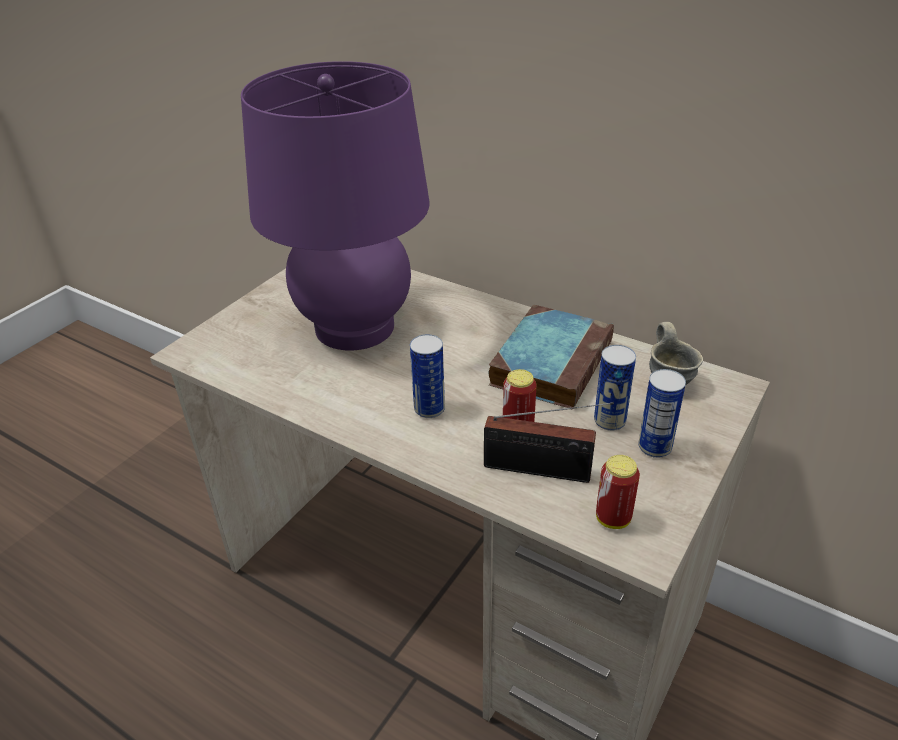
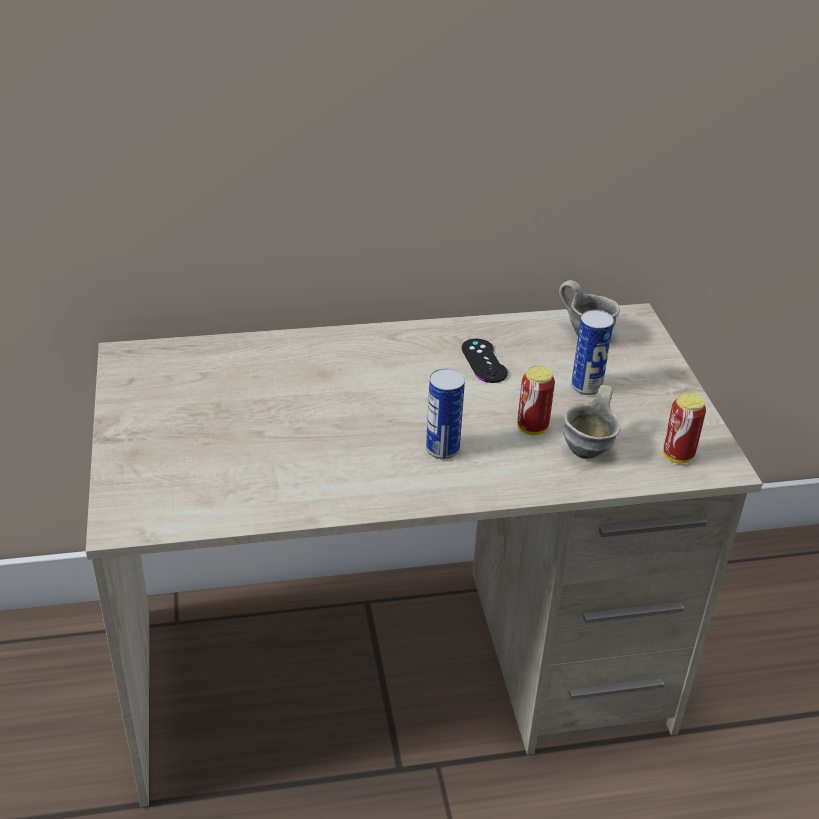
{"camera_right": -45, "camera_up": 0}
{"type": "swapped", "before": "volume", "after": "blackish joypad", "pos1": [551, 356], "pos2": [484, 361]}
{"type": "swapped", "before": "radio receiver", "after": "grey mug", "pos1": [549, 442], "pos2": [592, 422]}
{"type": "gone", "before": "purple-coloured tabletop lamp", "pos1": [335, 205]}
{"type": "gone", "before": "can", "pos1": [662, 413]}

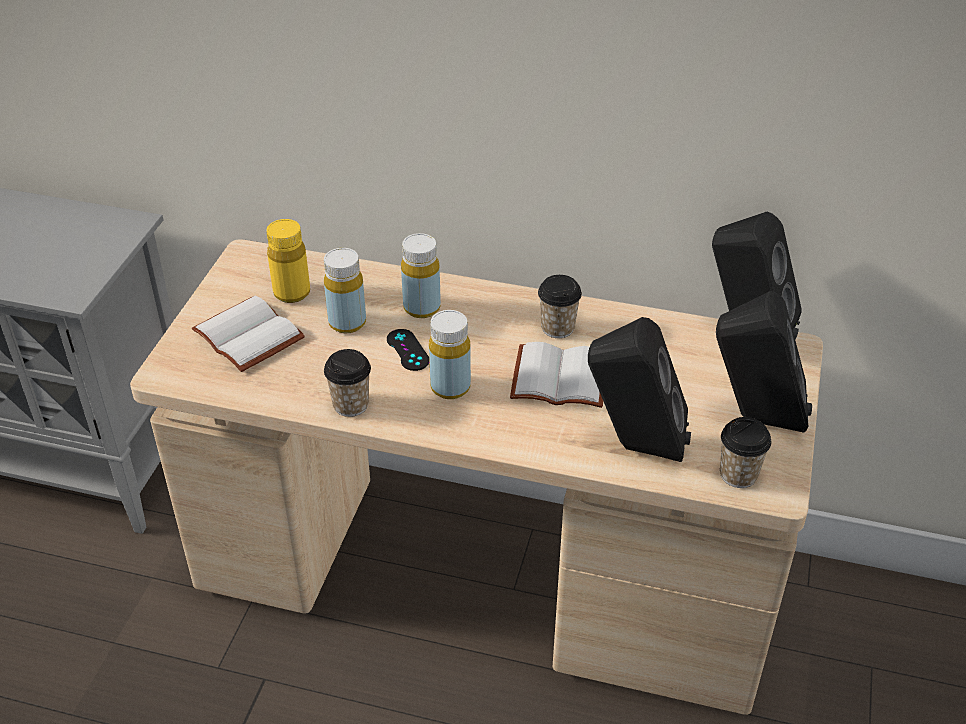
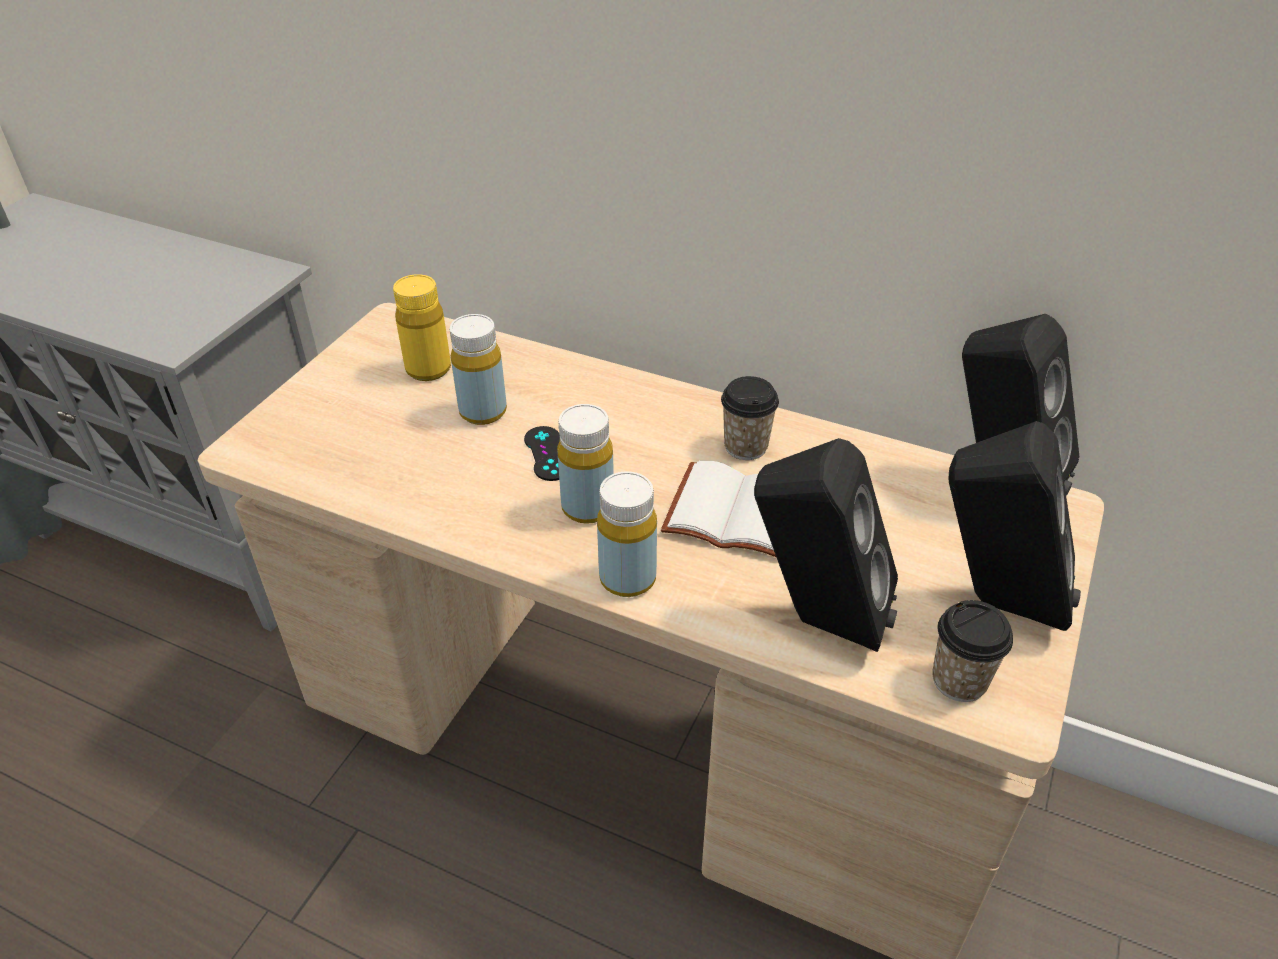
{"camera_right": 10, "camera_up": 0}
{"type": "shifted", "before": "yellow-coloured bottle", "pos1": [421, 275], "pos2": [627, 534]}
{"type": "gone", "before": "white-coloured volume", "pos1": [248, 333]}
{"type": "gone", "before": "small cup", "pos1": [347, 383]}

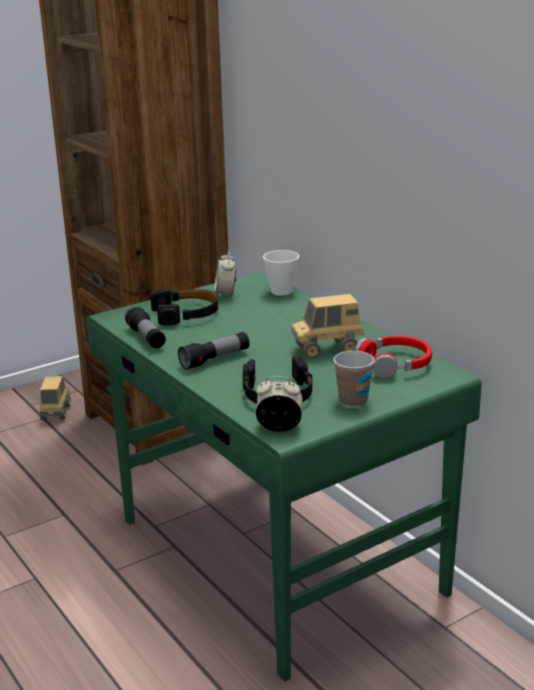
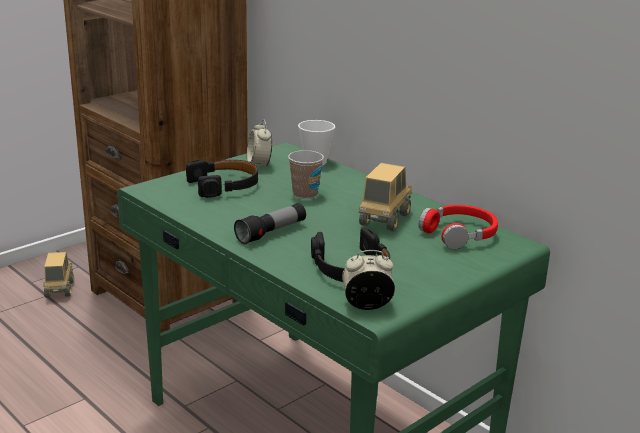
{"camera_right": -10, "camera_up": 0}
{"type": "shifted", "before": "small cup", "pos1": [353, 379], "pos2": [306, 174]}
{"type": "rotated", "before": "toy truck", "pos1": [327, 326], "pos2": [385, 197], "turn": 135}
{"type": "gone", "before": "flashlight", "pos1": [145, 327]}

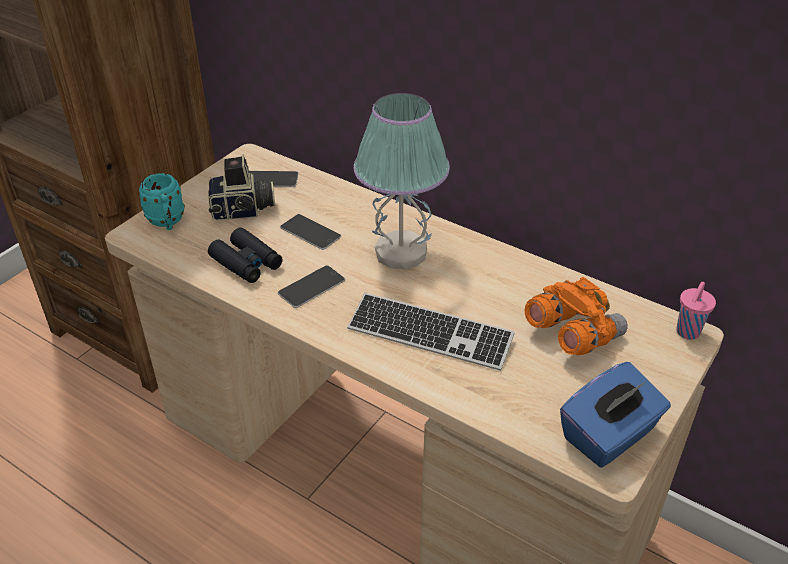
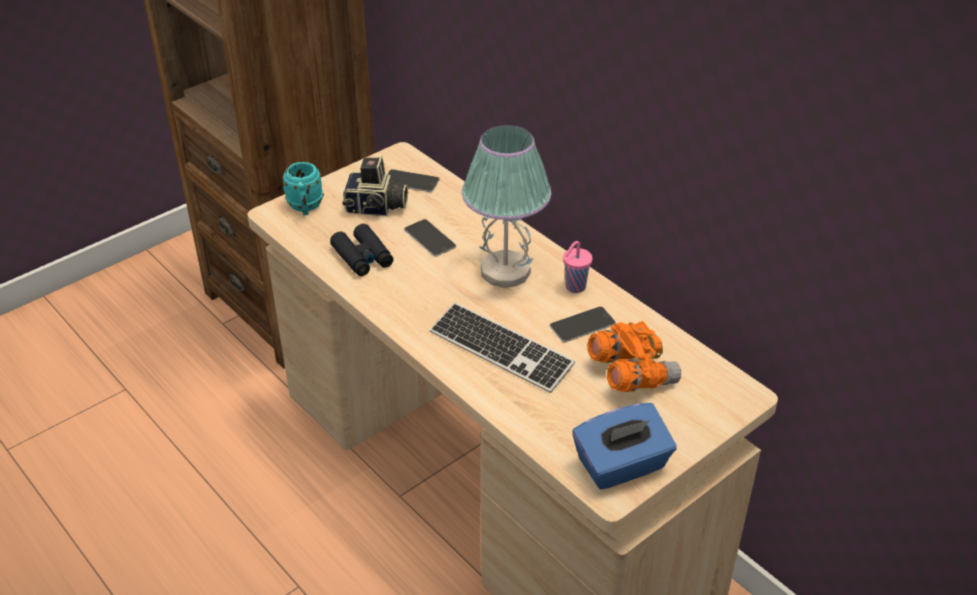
{"camera_right": 15, "camera_up": 0}
{"type": "shifted", "before": "handset", "pos1": [311, 286], "pos2": [583, 324]}
{"type": "shifted", "before": "pink-coloured small cup", "pos1": [696, 311], "pos2": [578, 267]}

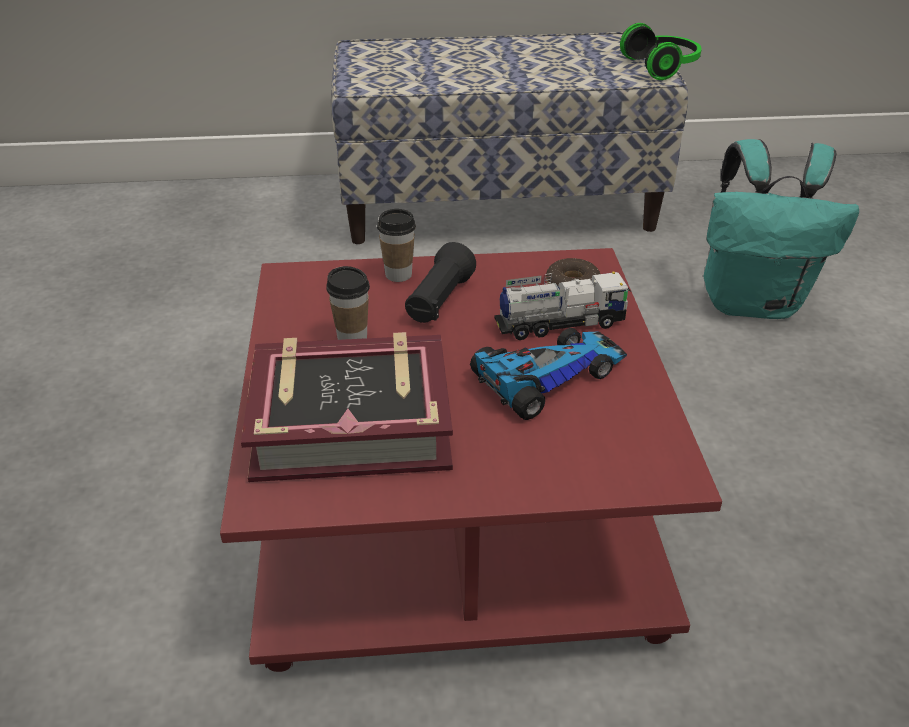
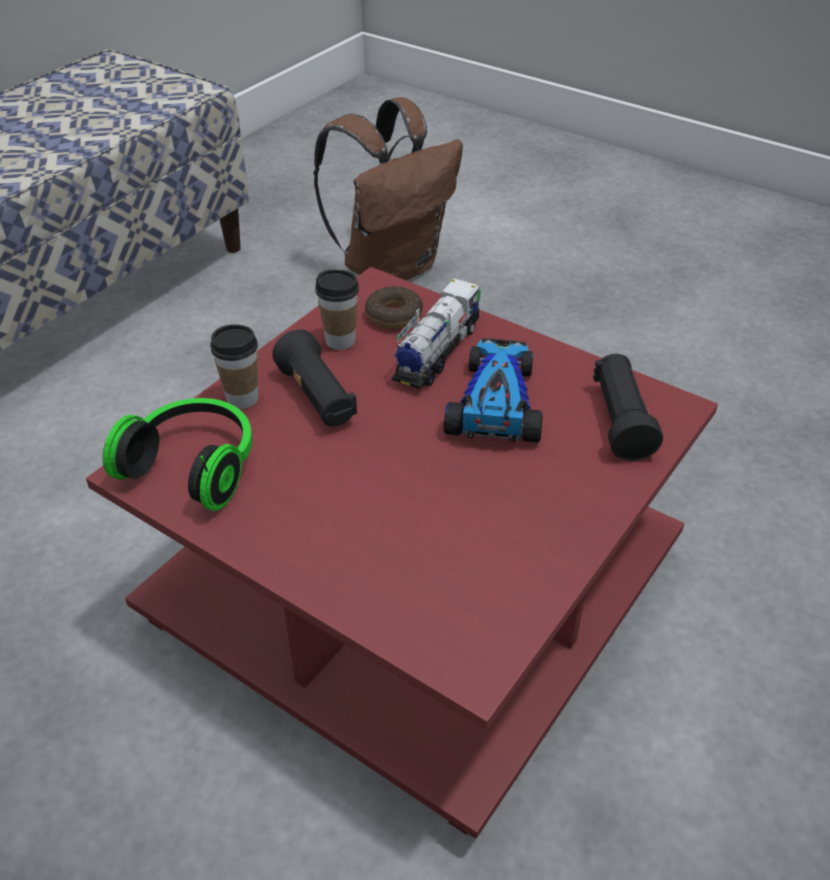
{"camera_right": -50, "camera_up": 5}
{"type": "shifted", "before": "headset", "pos1": [661, 51], "pos2": [177, 454]}
{"type": "repainted", "before": "turquoise-coloured rucksack", "after": "brown-coloured rucksack", "pos1": [781, 229], "pos2": [388, 189]}
{"type": "shifted", "before": "small cup", "pos1": [348, 303], "pos2": [337, 309]}
{"type": "new", "after": "blackish flashlight", "pos2": [628, 407]}
{"type": "gone", "before": "volume", "pos1": [347, 407]}

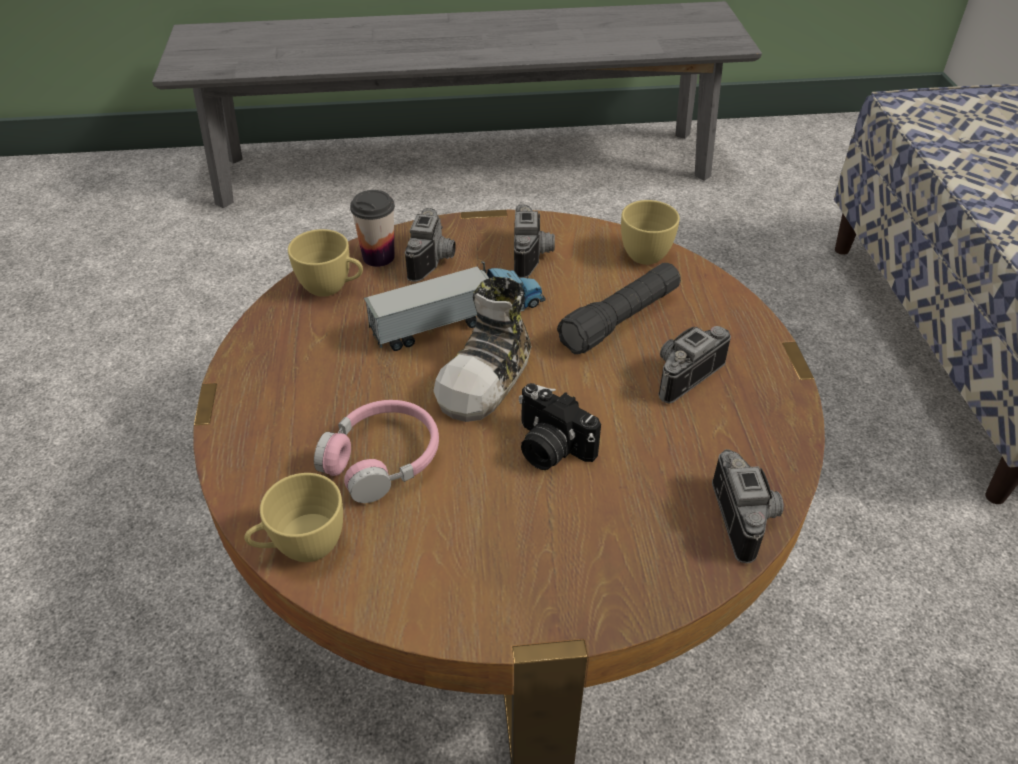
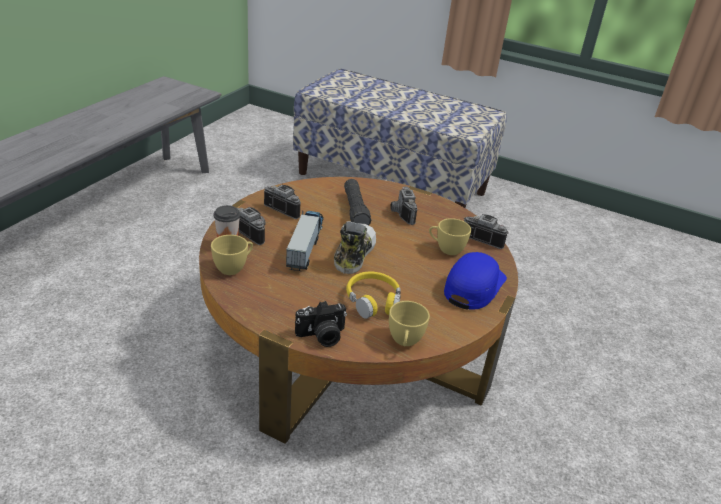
{"camera_right": -60, "camera_up": -10}
{"type": "shifted", "before": "still camera", "pos1": [560, 426], "pos2": [321, 324]}
{"type": "rotated", "before": "item of footwear", "pos1": [482, 349], "pos2": [355, 247], "turn": -135}
{"type": "repainted", "before": "pink-coloured headset", "after": "yellow-coloured headset", "pos1": [376, 451], "pos2": [373, 295]}
{"type": "shifted", "before": "yellow-coloured small cup", "pos1": [650, 232], "pos2": [450, 236]}
{"type": "new", "after": "bluish cap", "pos2": [475, 281]}

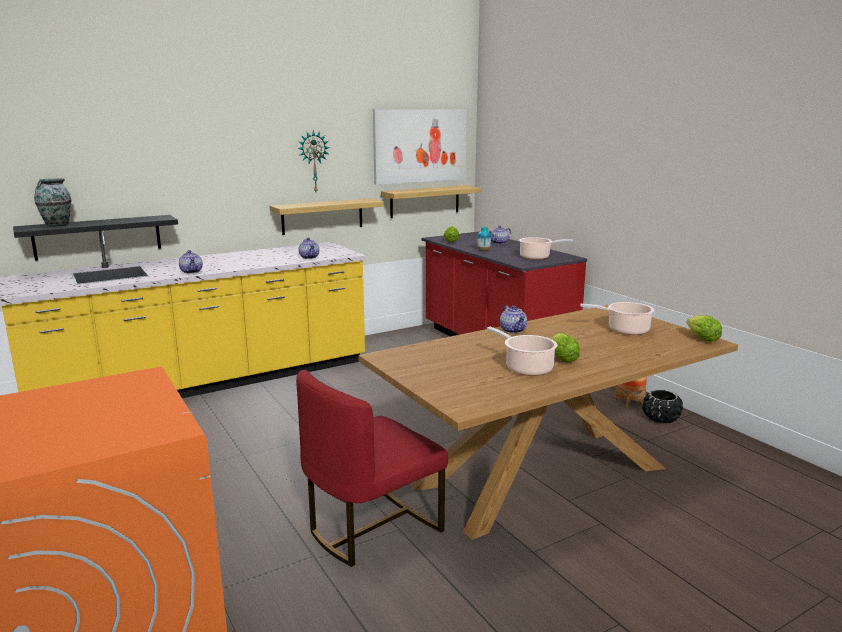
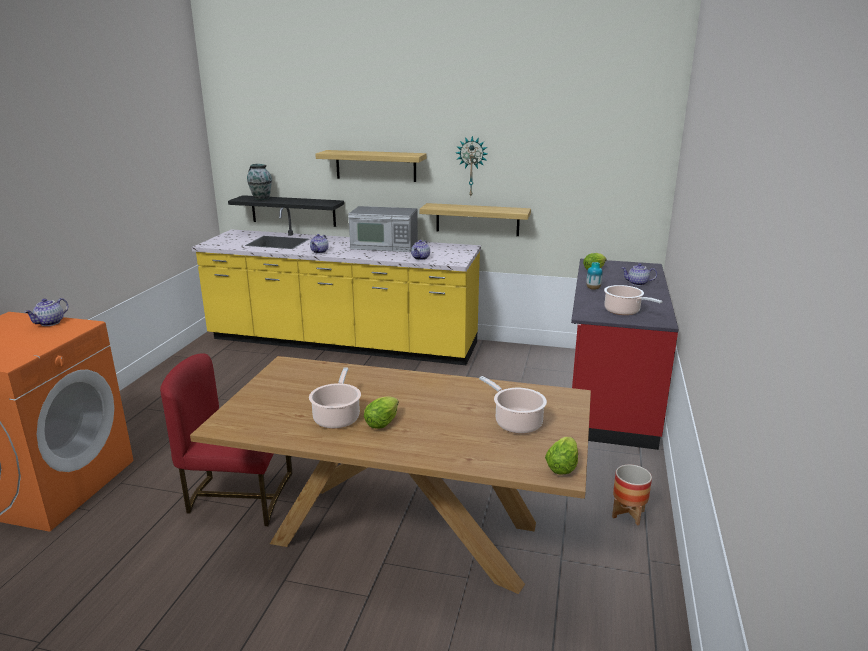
{"camera_right": 45, "camera_up": 5}
{"type": "shifted", "before": "tea pot", "pos1": [513, 319], "pos2": [46, 312]}
{"type": "shifted", "before": "wall shelf", "pos1": [431, 201], "pos2": [370, 166]}
{"type": "new", "after": "microwave oven", "pos2": [383, 229]}
{"type": "gone", "before": "wall art", "pos1": [420, 147]}
{"type": "gone", "before": "blackish plant pot", "pos1": [663, 406]}

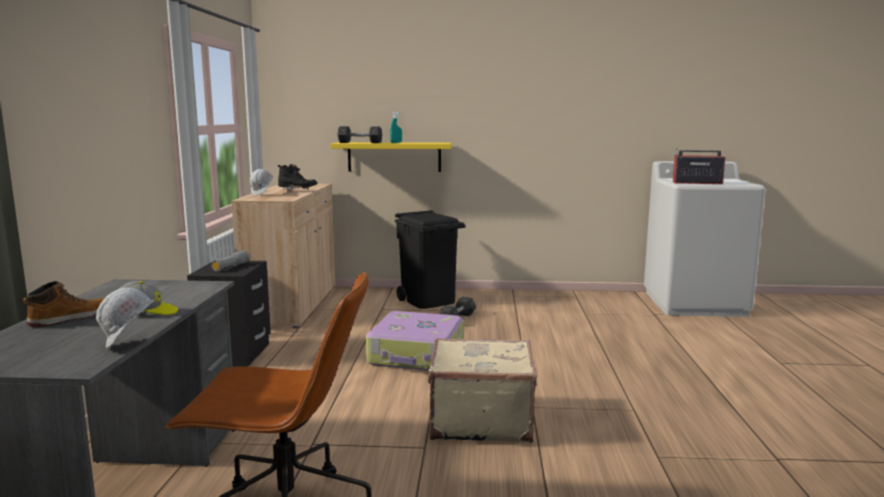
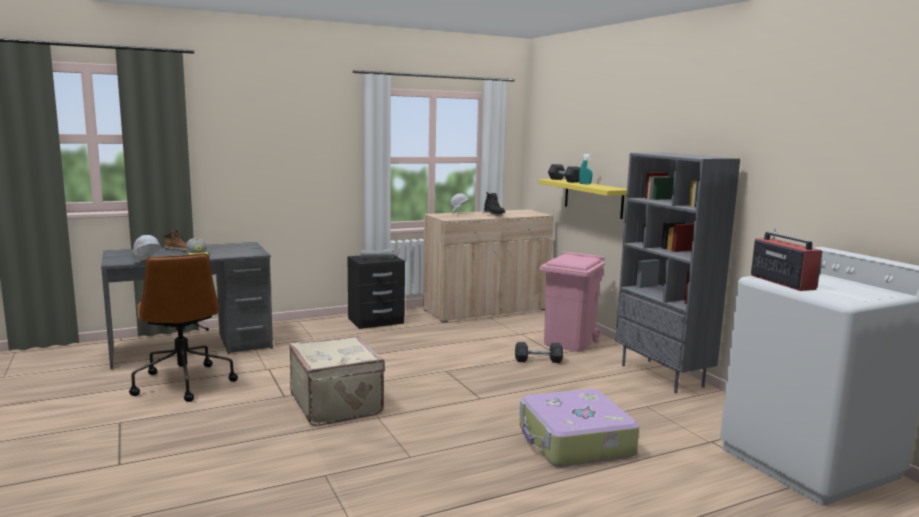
{"camera_right": 60, "camera_up": 0}
{"type": "shifted", "before": "piece of luggage", "pos1": [415, 341], "pos2": [579, 428]}
{"type": "repainted", "before": "blackish rubbish bin", "after": "pink-coloured rubbish bin", "pos1": [430, 259], "pos2": [572, 301]}
{"type": "new", "after": "grey shelving unit", "pos2": [677, 273]}

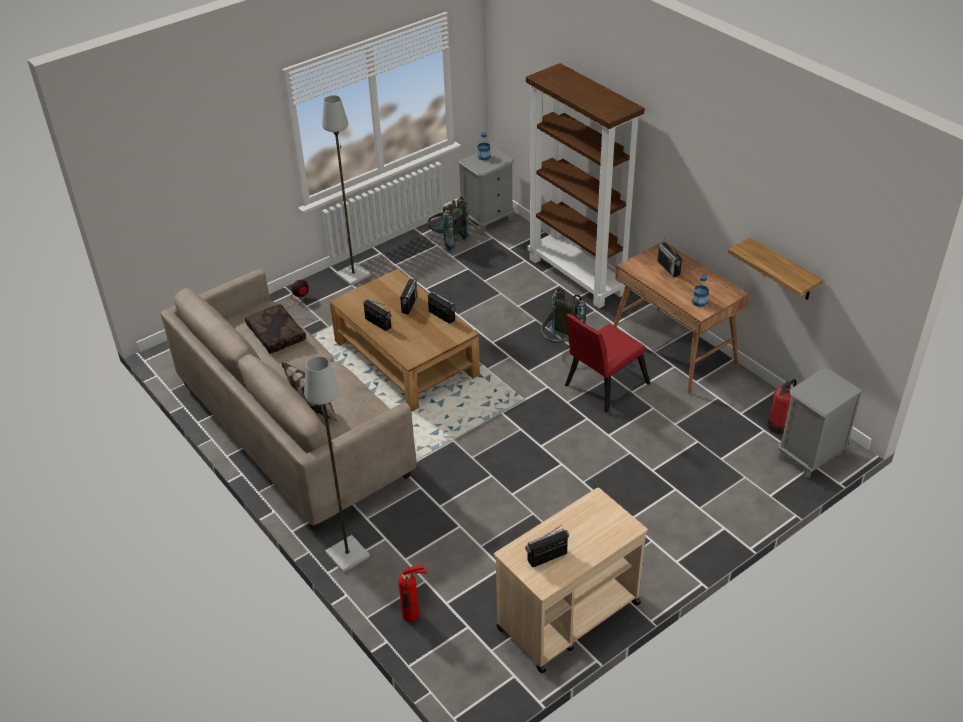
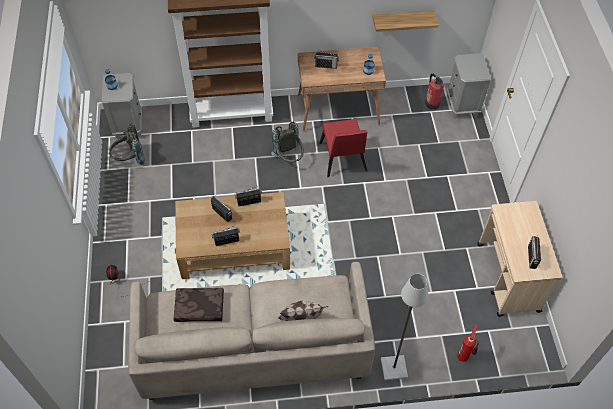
{"camera_right": -60, "camera_up": 15}
{"type": "gone", "before": "grey standing lamp", "pos1": [346, 190]}

